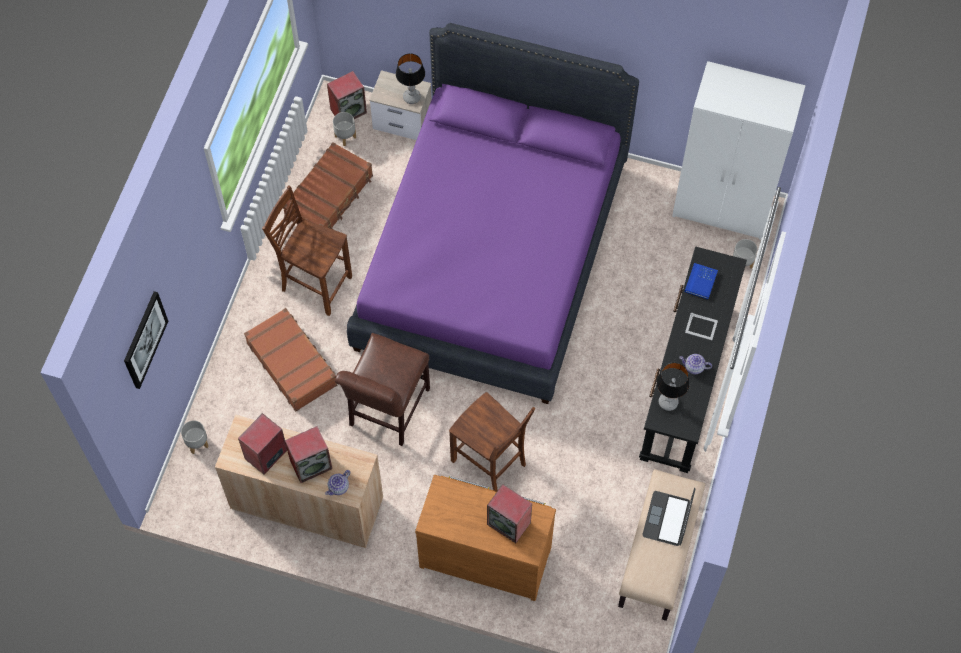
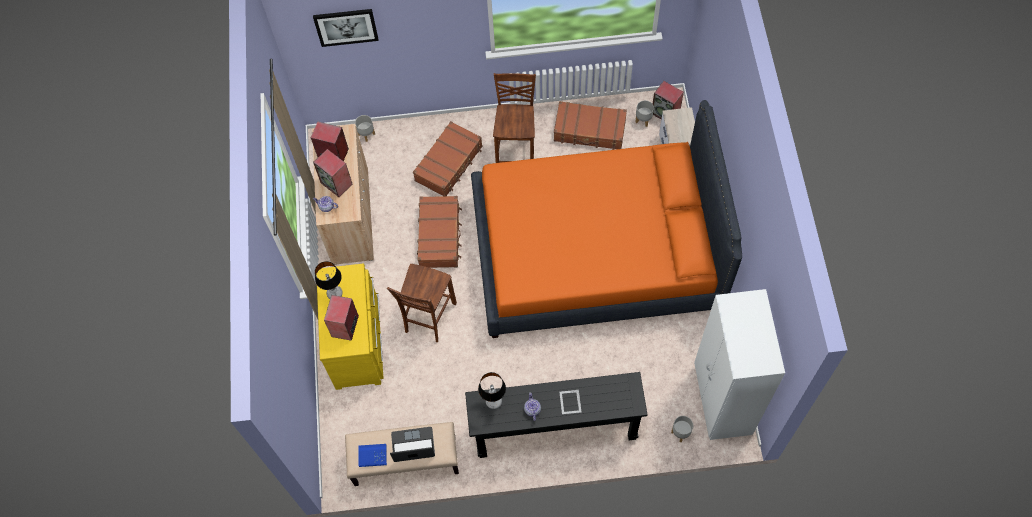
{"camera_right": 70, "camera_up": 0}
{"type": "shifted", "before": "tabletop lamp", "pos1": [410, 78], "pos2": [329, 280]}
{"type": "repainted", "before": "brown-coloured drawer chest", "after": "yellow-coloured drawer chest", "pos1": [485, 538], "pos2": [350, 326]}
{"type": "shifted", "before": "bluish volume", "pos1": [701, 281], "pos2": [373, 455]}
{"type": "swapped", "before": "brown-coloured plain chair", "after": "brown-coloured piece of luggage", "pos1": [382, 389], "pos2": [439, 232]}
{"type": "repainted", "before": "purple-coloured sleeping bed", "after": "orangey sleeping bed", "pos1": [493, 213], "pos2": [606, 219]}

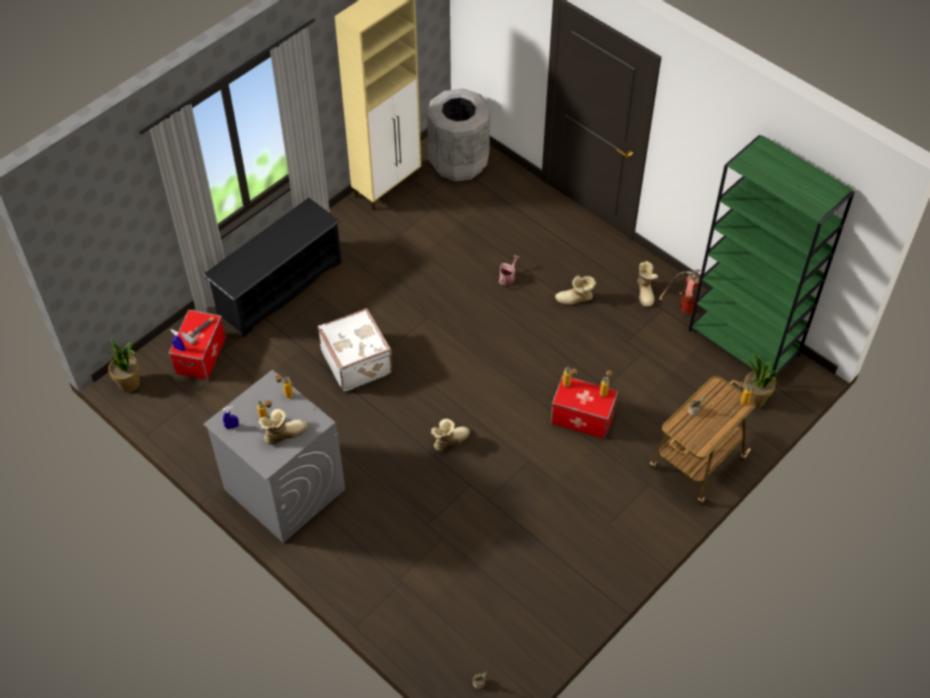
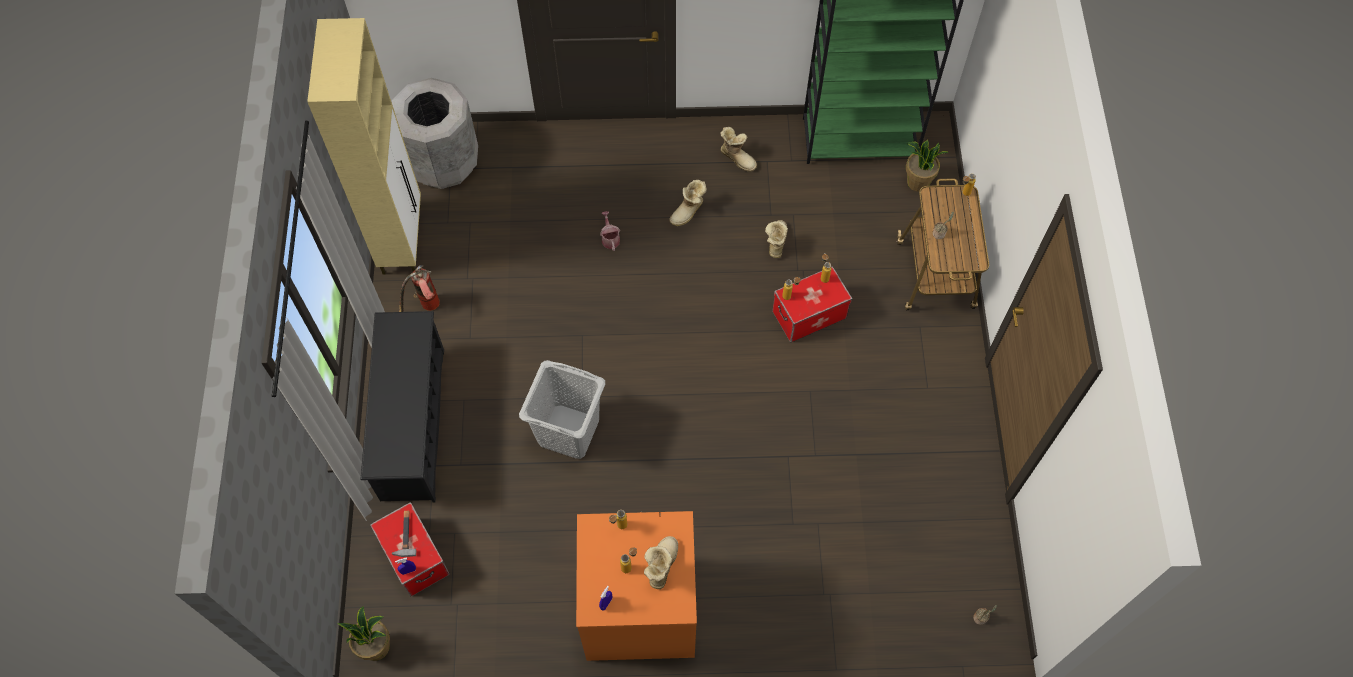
{"camera_right": -45, "camera_up": 10}
{"type": "shifted", "before": "extinguisher", "pos1": [679, 291], "pos2": [419, 288]}
{"type": "swapped", "before": "white-coloured piece of luggage", "after": "grey hamper", "pos1": [355, 350], "pos2": [562, 409]}
{"type": "repainted", "before": "grey laundry machine", "after": "orangey laundry machine", "pos1": [274, 456], "pos2": [636, 586]}
{"type": "shifted", "before": "tall boot", "pos1": [450, 434], "pos2": [776, 239]}

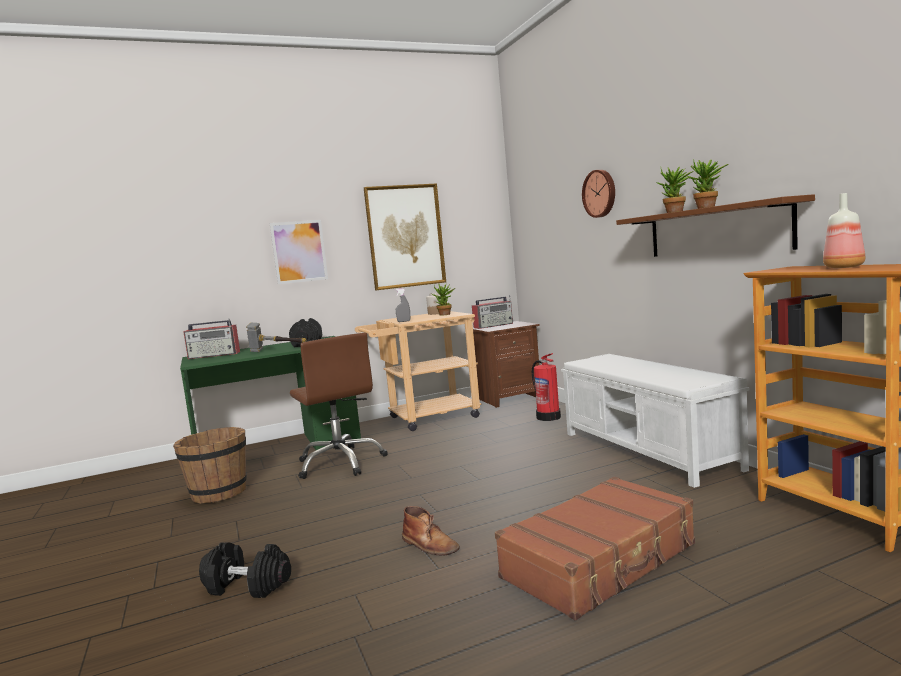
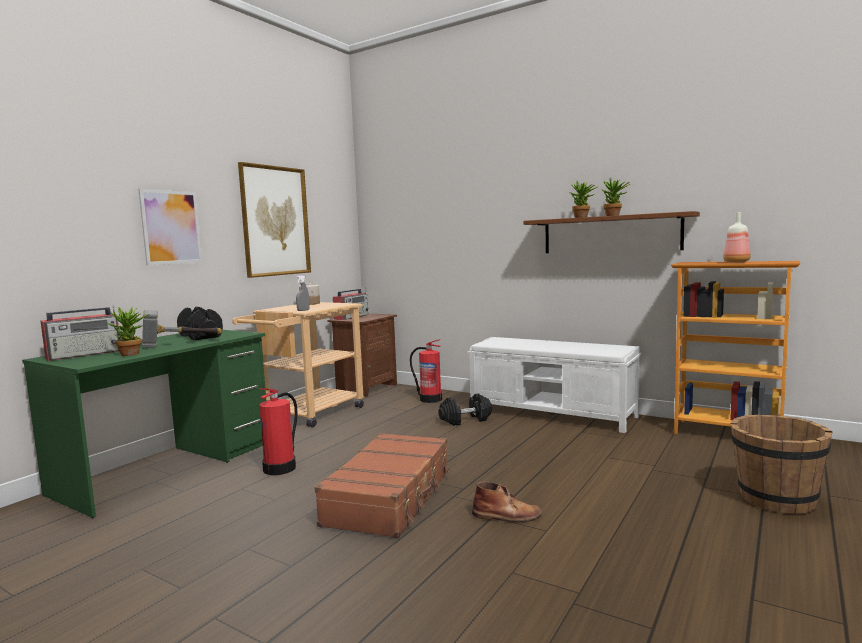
{"camera_right": -35, "camera_up": 0}
{"type": "shifted", "before": "houseplant", "pos1": [444, 300], "pos2": [128, 331]}
{"type": "swapped", "before": "brown-coloured computer chair", "after": "extinguisher", "pos1": [339, 406], "pos2": [278, 431]}
{"type": "shifted", "before": "brown-coloured piece of luggage", "pos1": [595, 548], "pos2": [382, 485]}
{"type": "shifted", "before": "blackish hand weight", "pos1": [245, 570], "pos2": [465, 409]}
{"type": "shifted", "before": "brown-coloured pail", "pos1": [210, 465], "pos2": [781, 464]}
{"type": "gone", "before": "hanging clock", "pos1": [598, 194]}

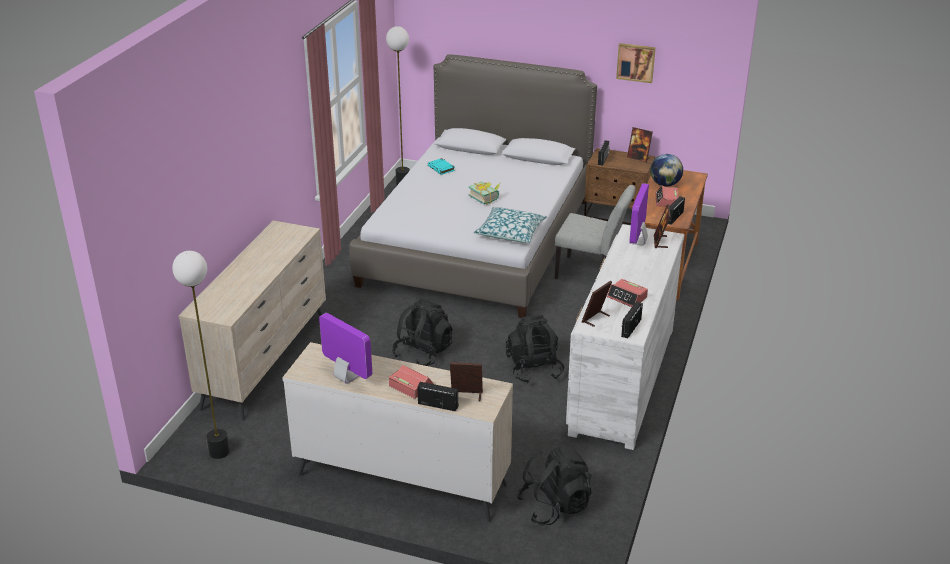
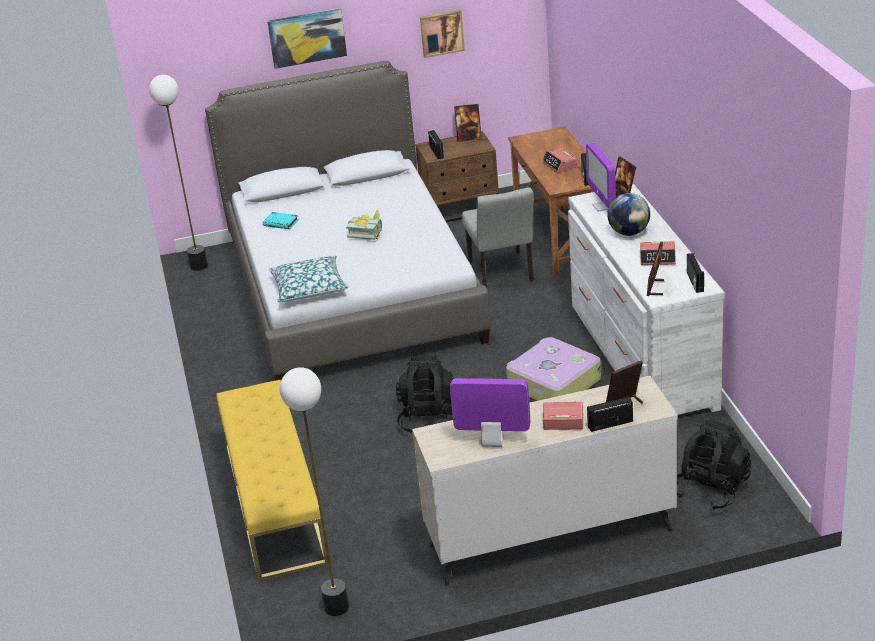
{"camera_right": -30, "camera_up": 0}
{"type": "swapped", "before": "beige-coloured drawer chest", "after": "yellow-coloured long seat", "pos1": [252, 320], "pos2": [272, 480]}
{"type": "new", "after": "wall art", "pos2": [307, 38]}
{"type": "shifted", "before": "pillow", "pos1": [510, 225], "pos2": [308, 278]}
{"type": "rotated", "before": "grey plain chair", "pos1": [595, 232], "pos2": [498, 237], "turn": 90}
{"type": "swapped", "before": "blackish rucksack", "after": "piece of luggage", "pos1": [535, 349], "pos2": [553, 369]}
{"type": "shifted", "before": "desk globe", "pos1": [666, 170], "pos2": [628, 214]}

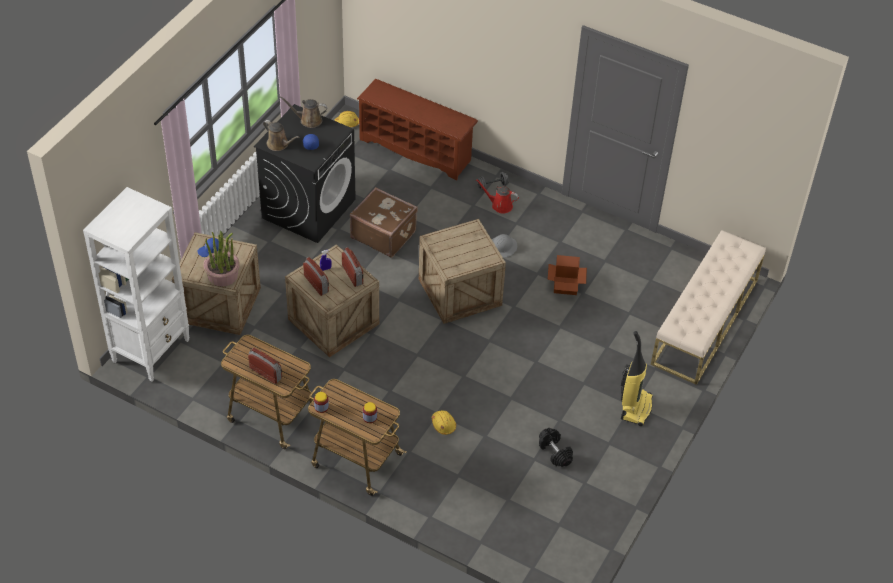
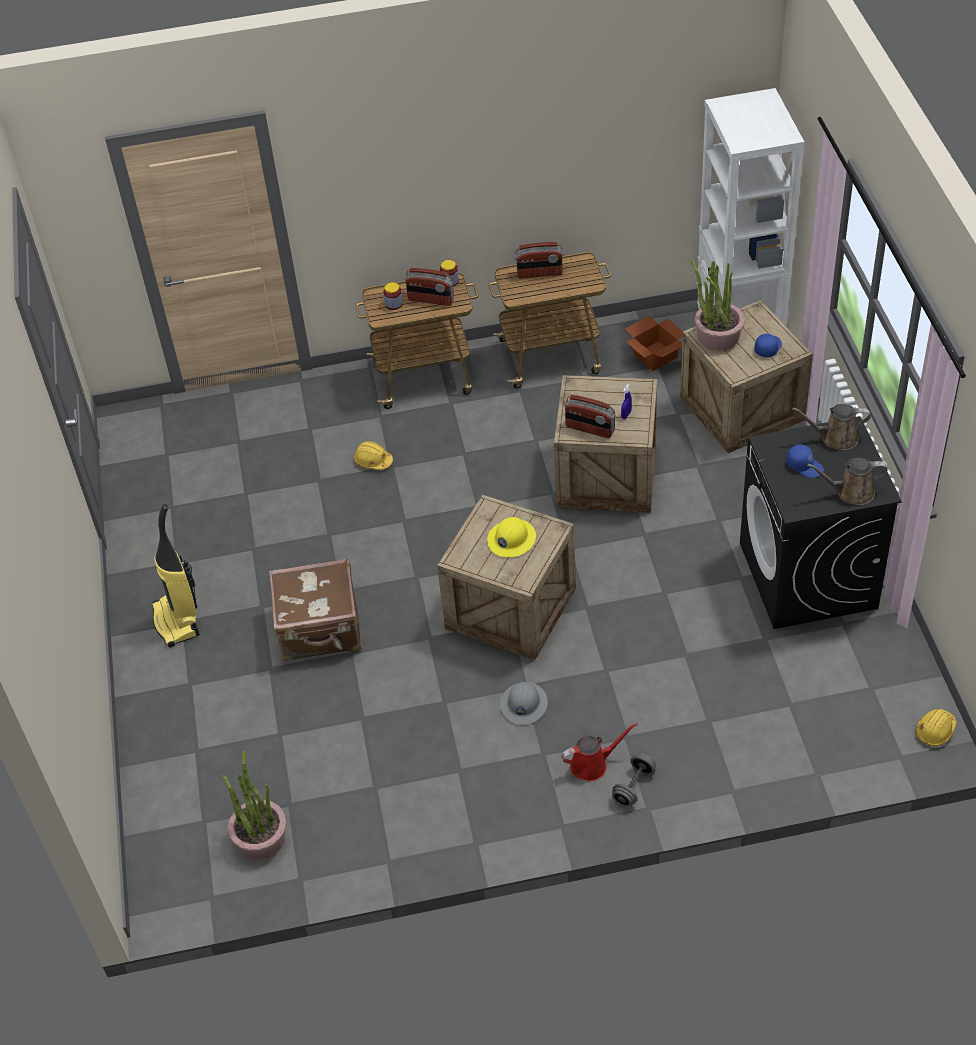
{"camera_right": 145, "camera_up": 0}
{"type": "new", "after": "houseplant", "pos2": [254, 805]}
{"type": "shifted", "before": "brown-coloured piece of luggage", "pos1": [384, 222], "pos2": [315, 610]}
{"type": "shifted", "before": "radio receiver", "pos1": [316, 276], "pos2": [429, 287]}
{"type": "new", "after": "yellow-coloured hard hat", "pos2": [511, 537]}
{"type": "shifted", "before": "carton", "pos1": [567, 275], "pos2": [654, 343]}
{"type": "rotated", "before": "brown-coloured sprinkling can", "pos1": [303, 112], "pos2": [847, 481], "turn": -150}
{"type": "gone", "before": "brown-coloured shoe rack", "pos1": [417, 129]}
{"type": "gone", "before": "blackish hand weight", "pos1": [556, 447]}
{"type": "gone", "before": "beige-coloured long seat", "pos1": [708, 307]}

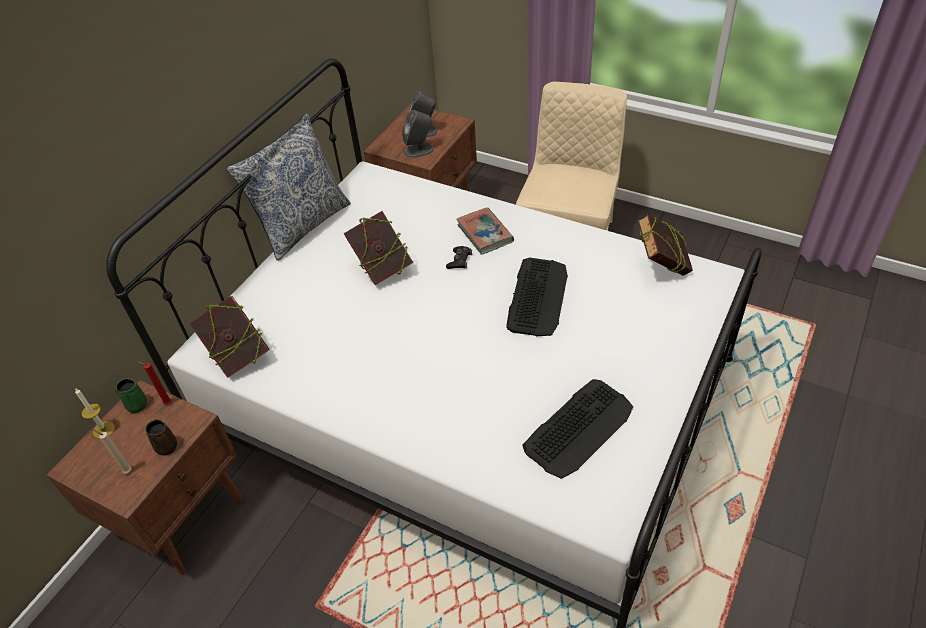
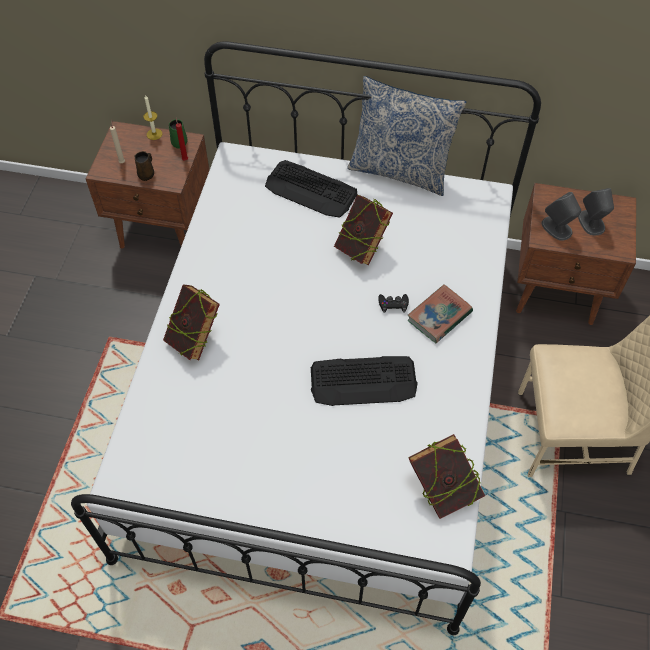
{"camera_right": 70, "camera_up": 10}
{"type": "shifted", "before": "volume", "pos1": [229, 337], "pos2": [191, 322]}
{"type": "shifted", "before": "computer keyboard", "pos1": [577, 429], "pos2": [311, 189]}

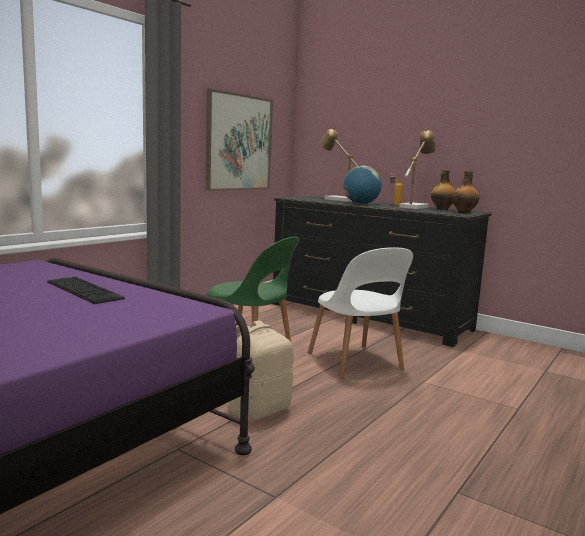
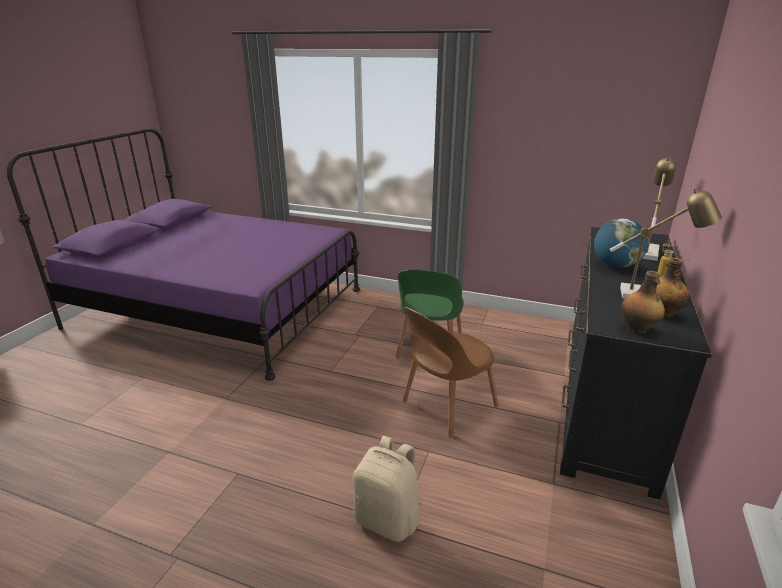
{"camera_right": 75, "camera_up": 15}
{"type": "shifted", "before": "beige-coloured rucksack", "pos1": [260, 371], "pos2": [385, 489]}
{"type": "repainted", "before": "white-coloured plain chair", "after": "brown-coloured plain chair", "pos1": [360, 313], "pos2": [450, 372]}
{"type": "gone", "before": "computer keyboard", "pos1": [86, 290]}
{"type": "gone", "before": "wall art", "pos1": [239, 139]}

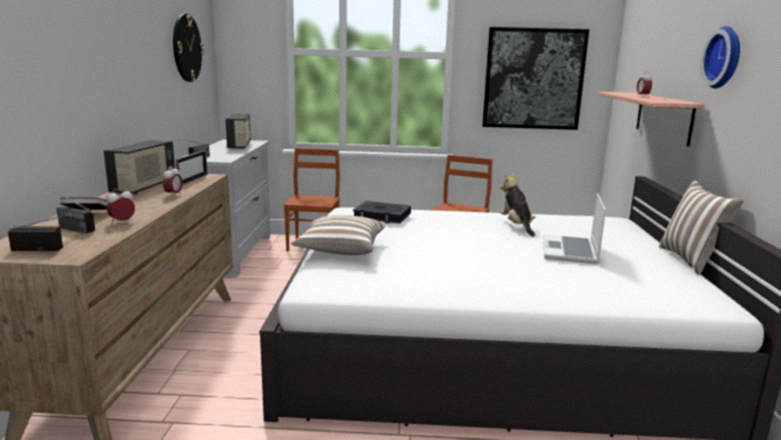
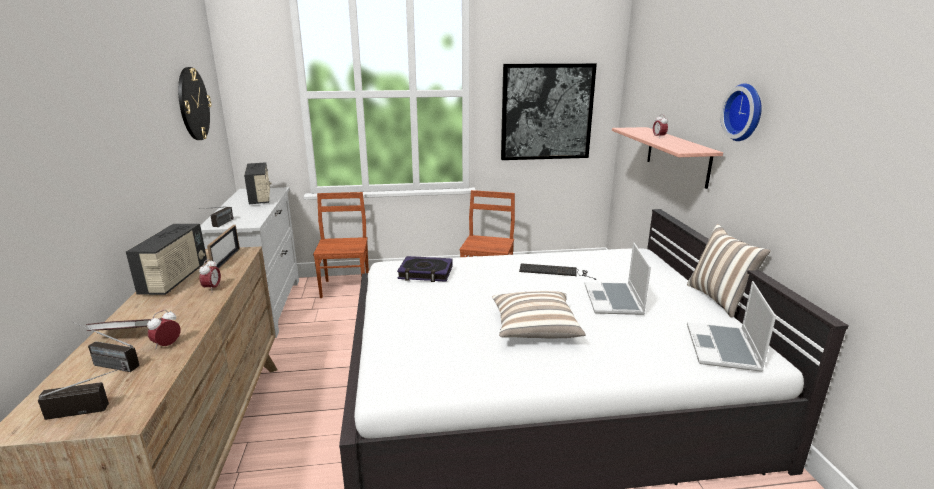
{"camera_right": -10, "camera_up": 5}
{"type": "shifted", "before": "pillow", "pos1": [338, 235], "pos2": [539, 315]}
{"type": "swapped", "before": "cuddly toy", "after": "computer keyboard", "pos1": [517, 205], "pos2": [557, 271]}
{"type": "new", "after": "laptop", "pos2": [731, 326]}

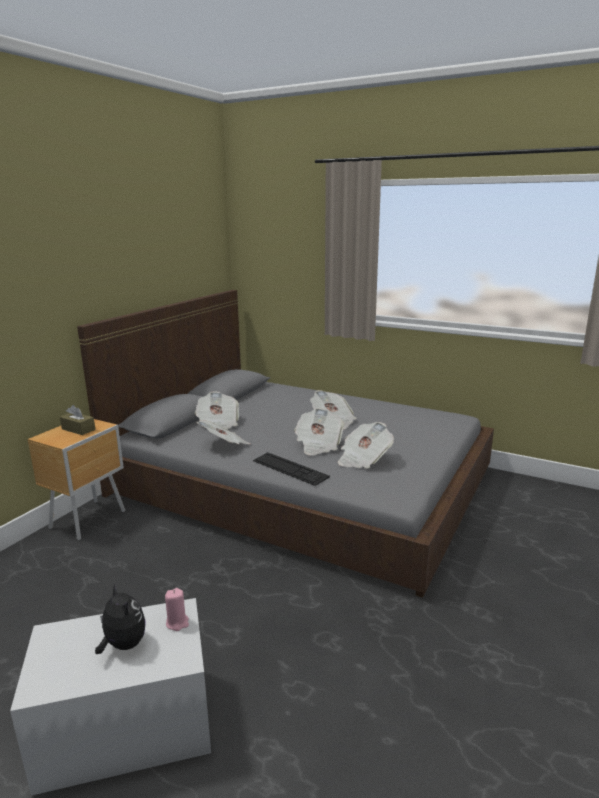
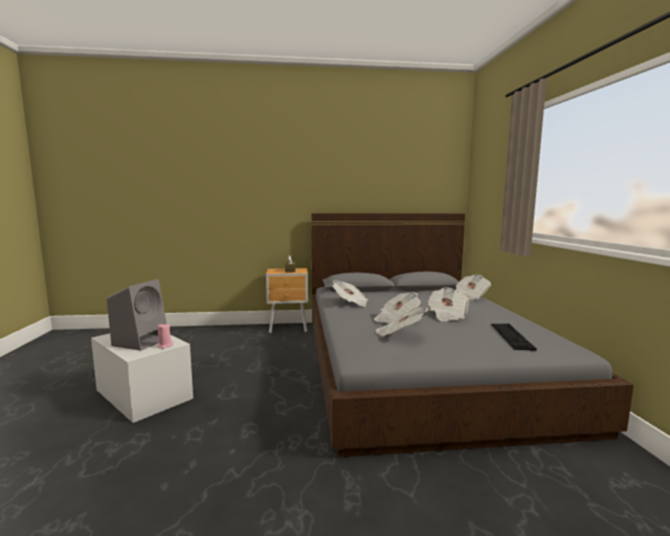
{"camera_right": 55, "camera_up": -10}
{"type": "swapped", "before": "cuddly toy", "after": "grey speaker", "pos1": [120, 618], "pos2": [137, 315]}
{"type": "shifted", "before": "printed paper", "pos1": [217, 410], "pos2": [473, 287]}
{"type": "shifted", "before": "computer keyboard", "pos1": [291, 469], "pos2": [514, 337]}

